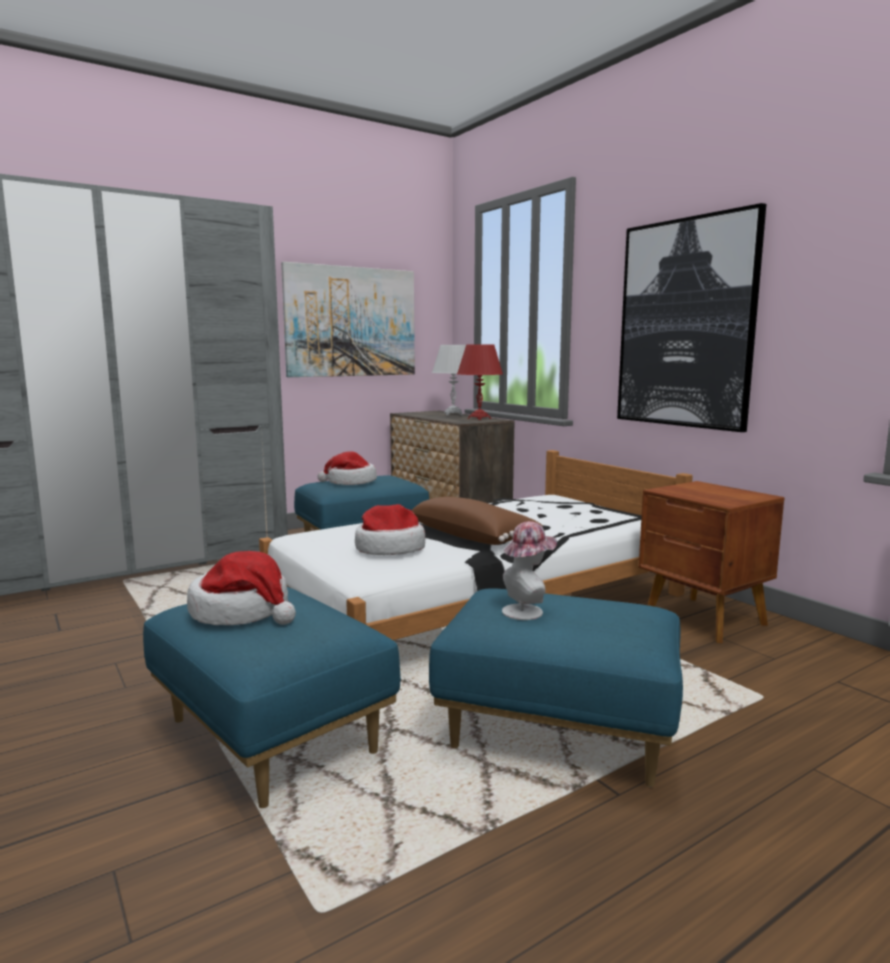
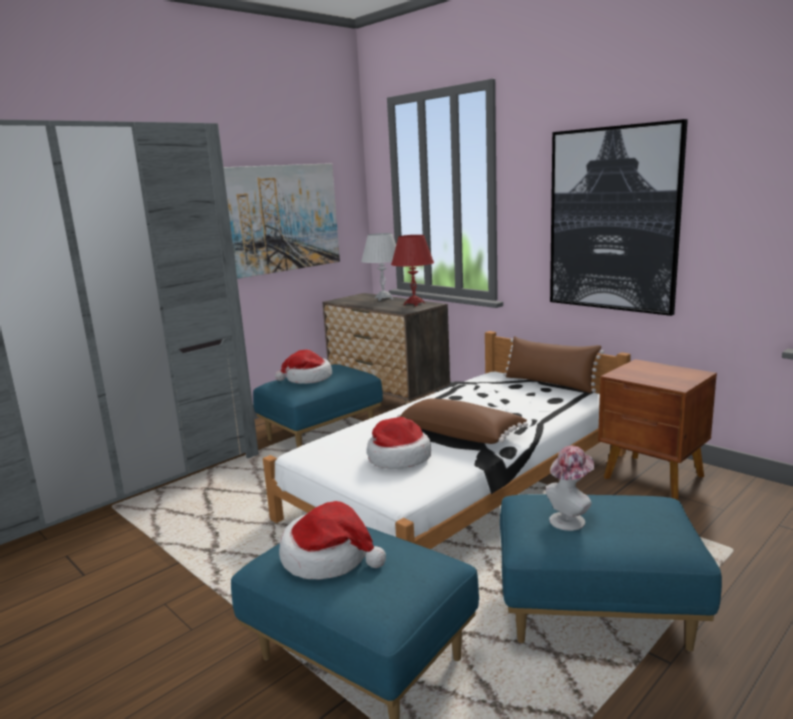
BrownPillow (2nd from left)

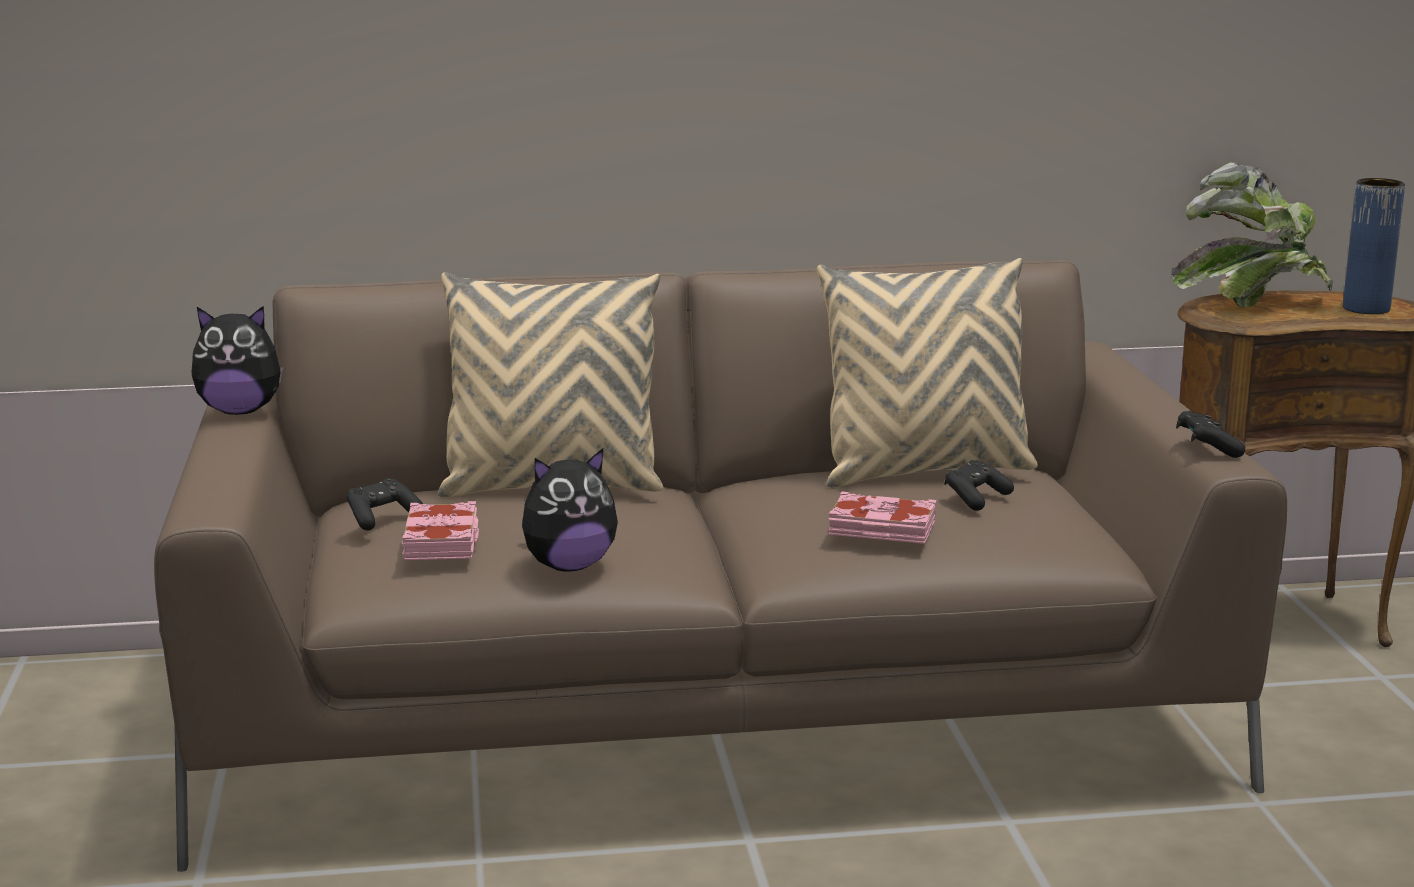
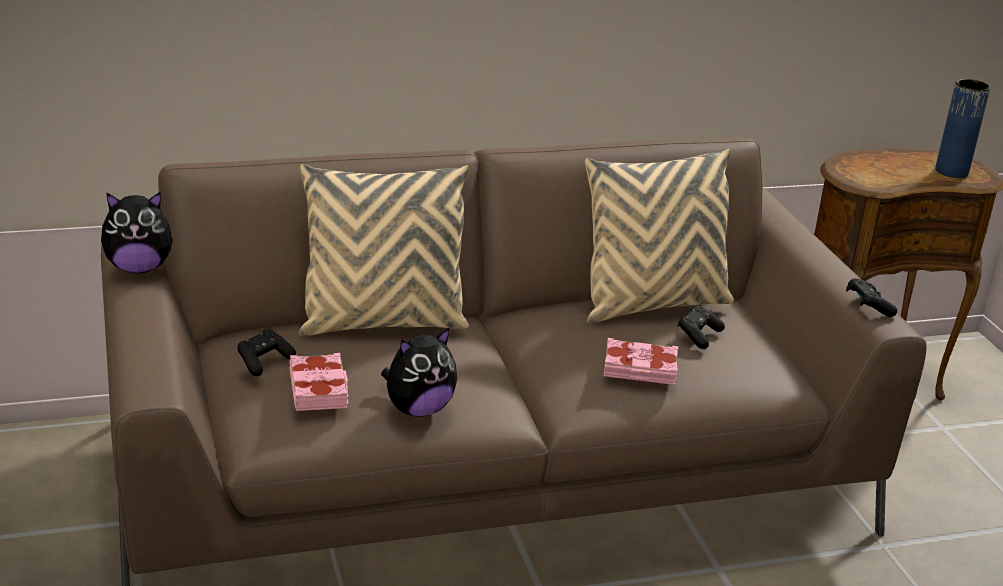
PottedPlant

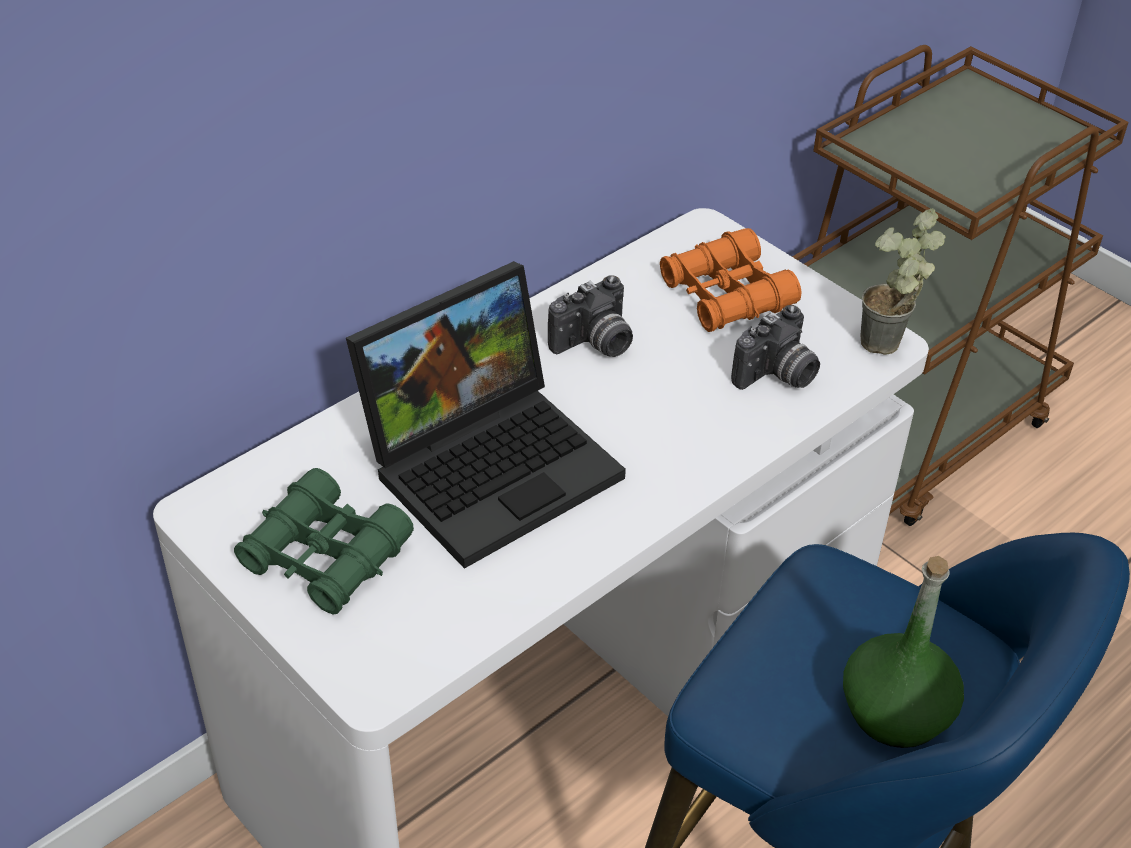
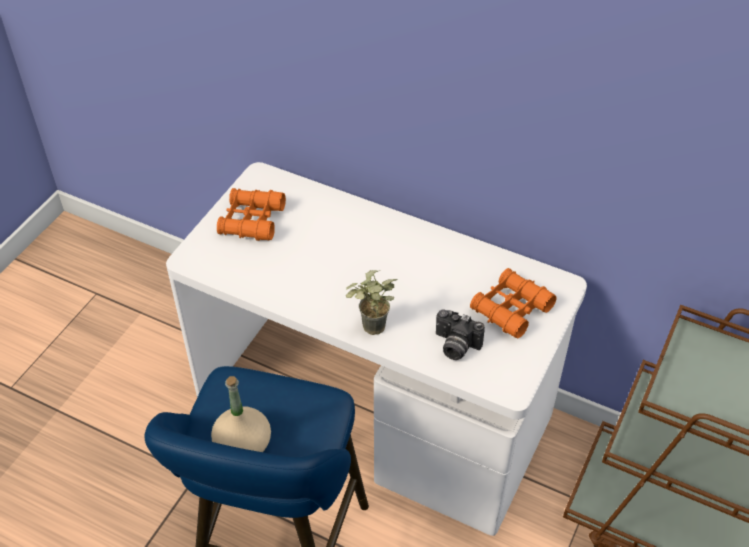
PottedPlant
Laptop
PhotoCamera (1st from left in the first image)
OrangeBinoculars (1st from left)
BeigeBottle

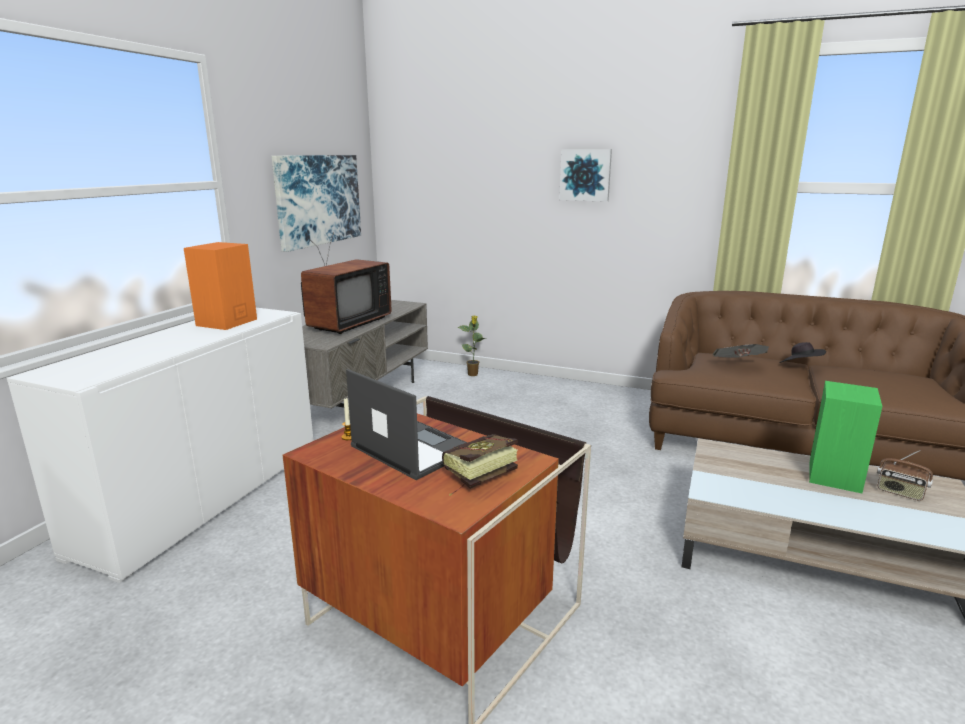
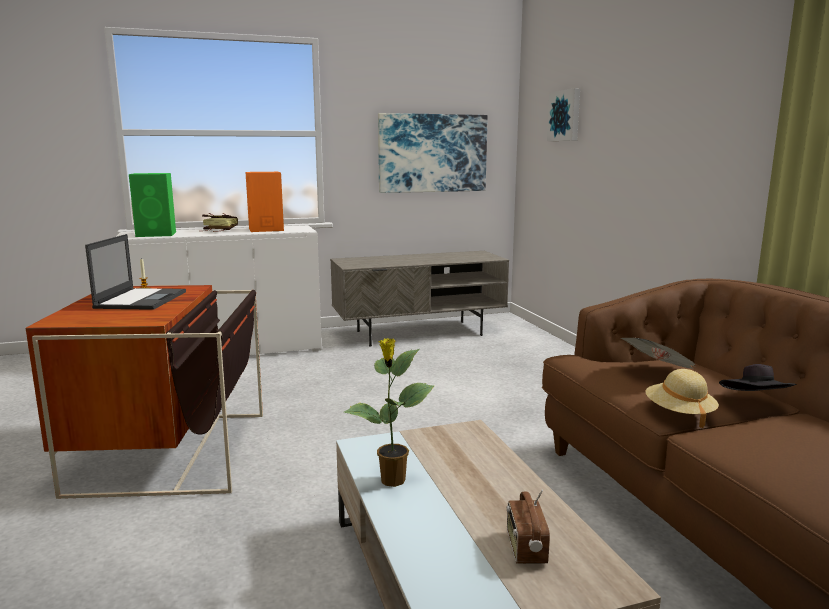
Picture (2nd from left)
Television
PottedPlant
GreenSpeaker
Book
BeigeHat

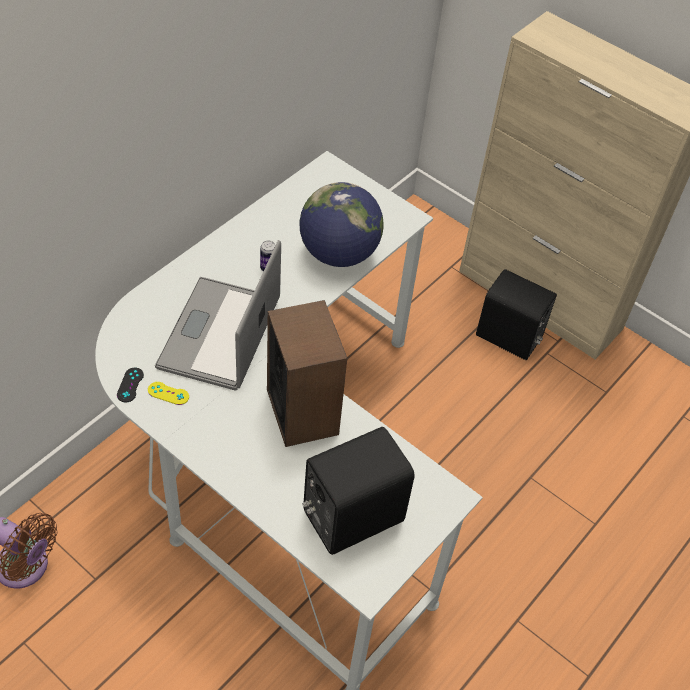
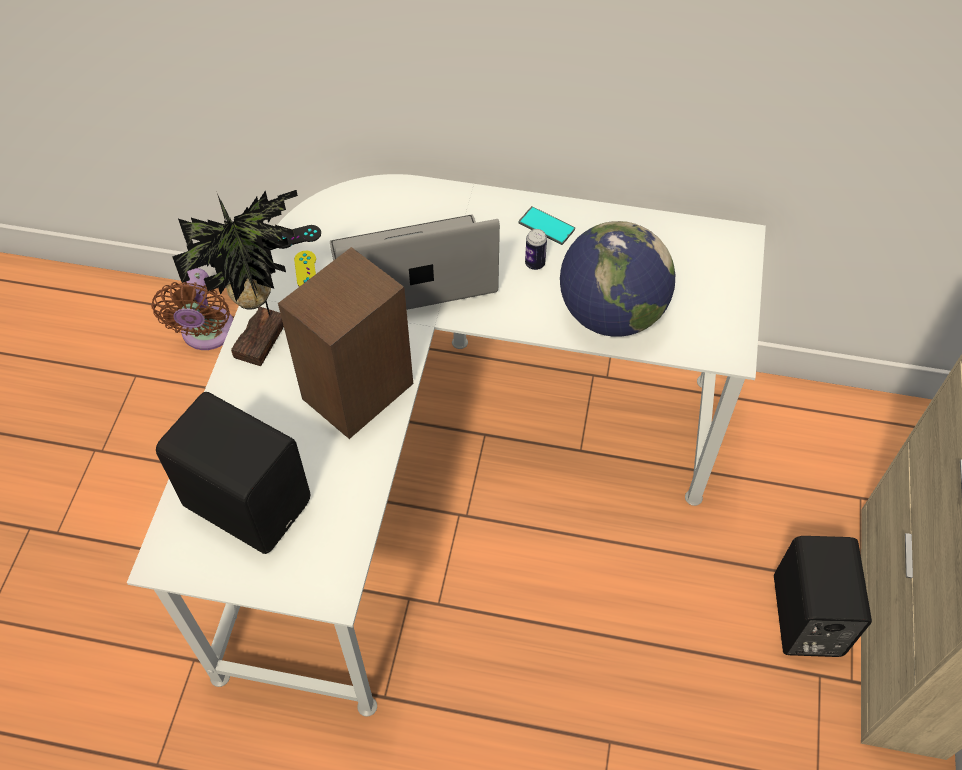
PottedPlant
Phone

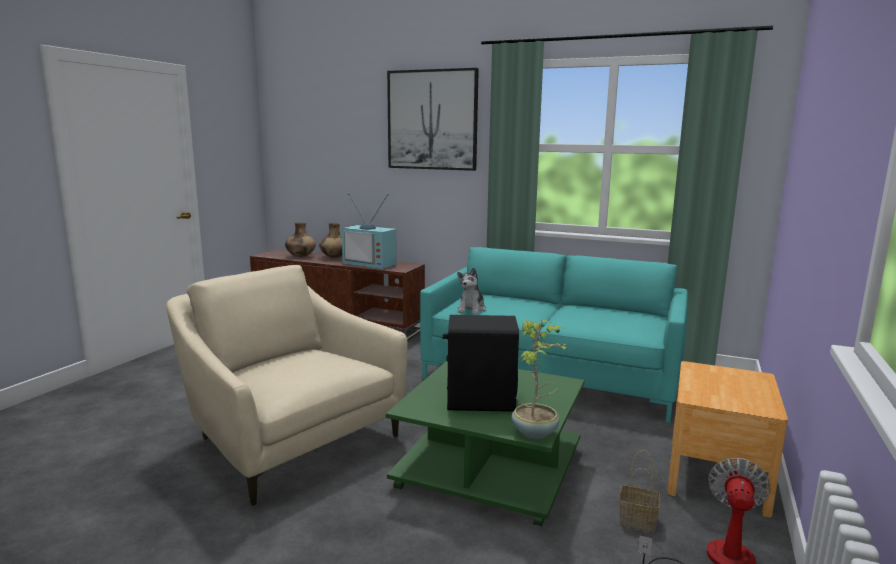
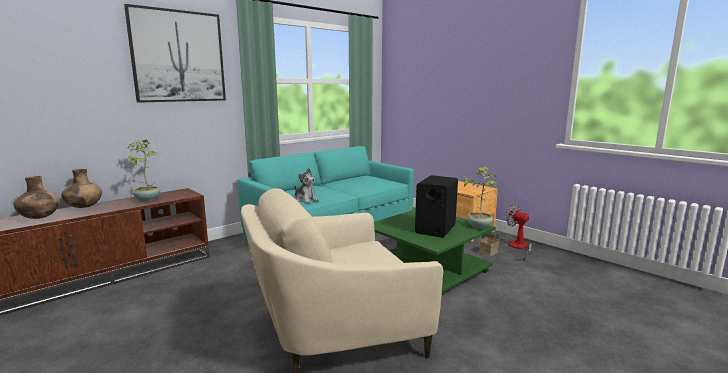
PottedPlant (1st from left)

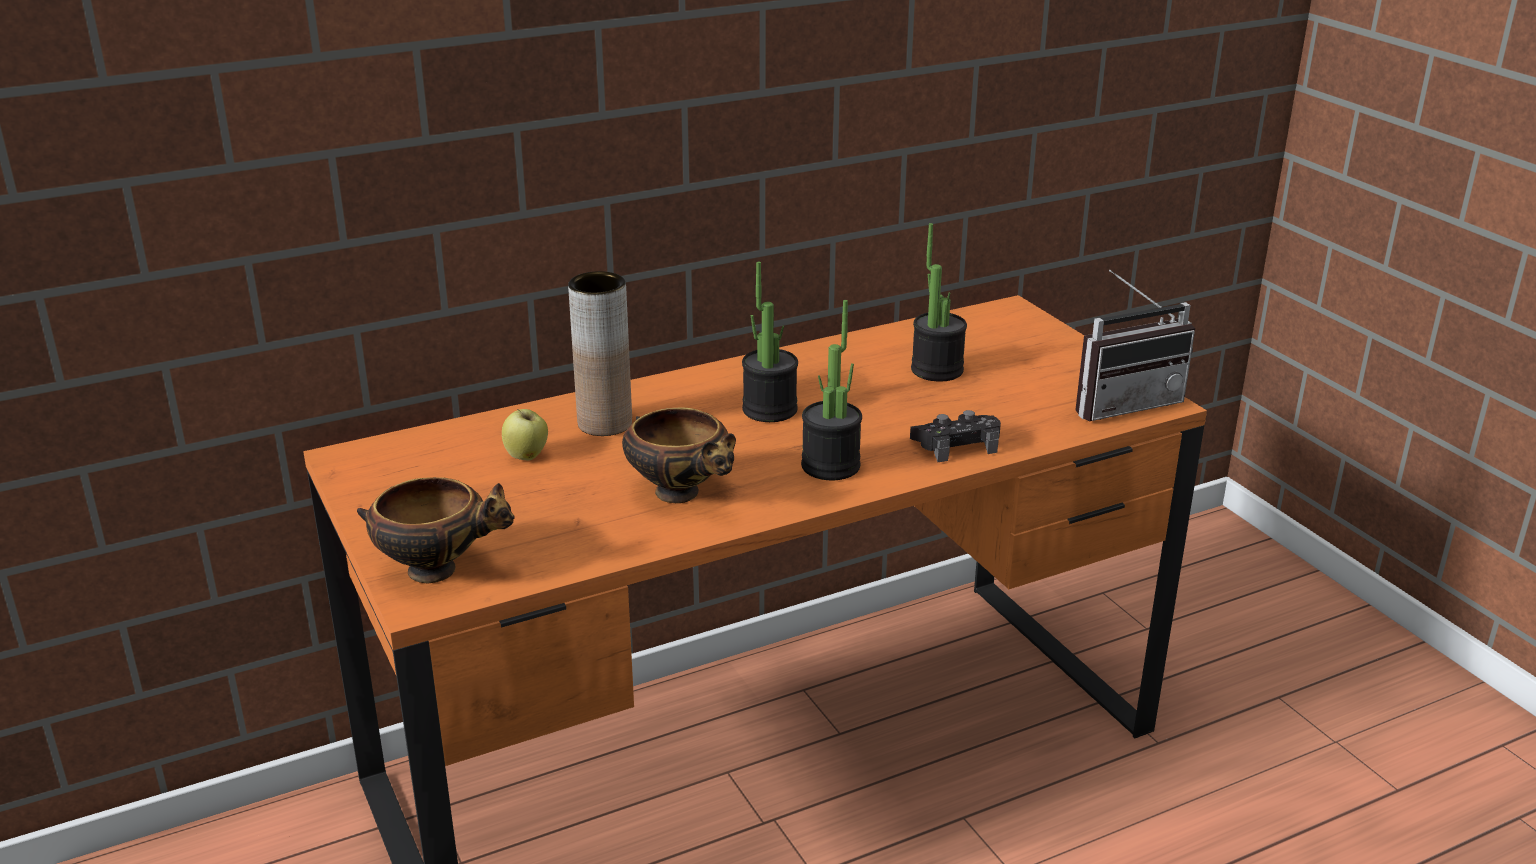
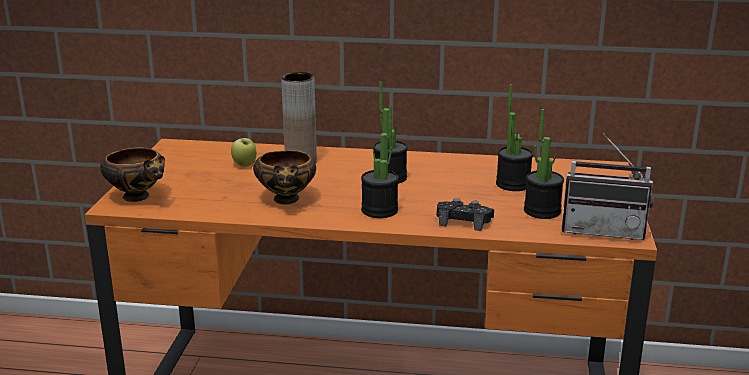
PottedPlant (4th from left)

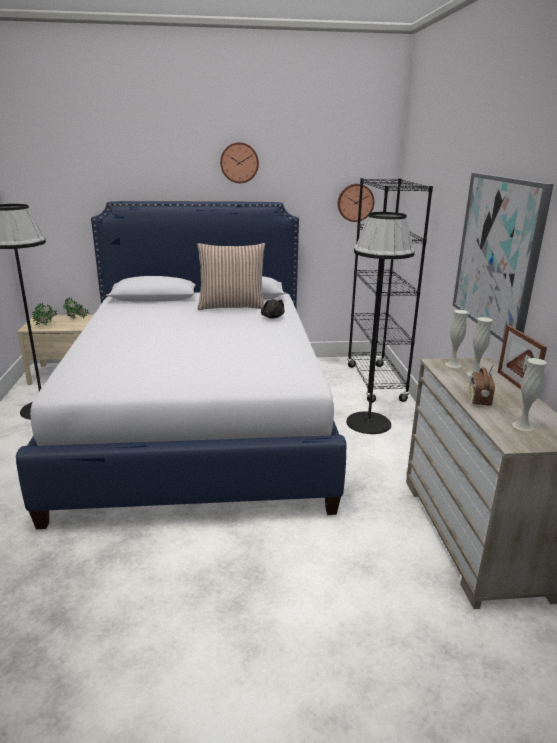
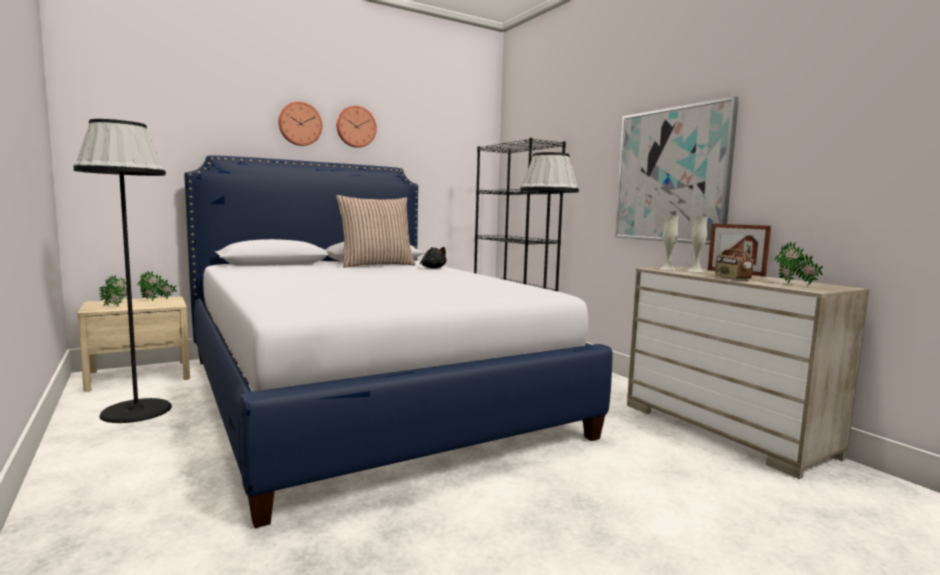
WallClock (1st from left)
PottedPlant (3rd from left)

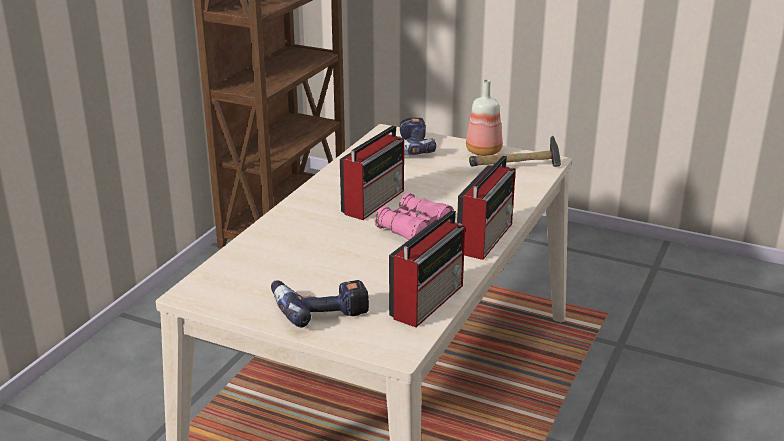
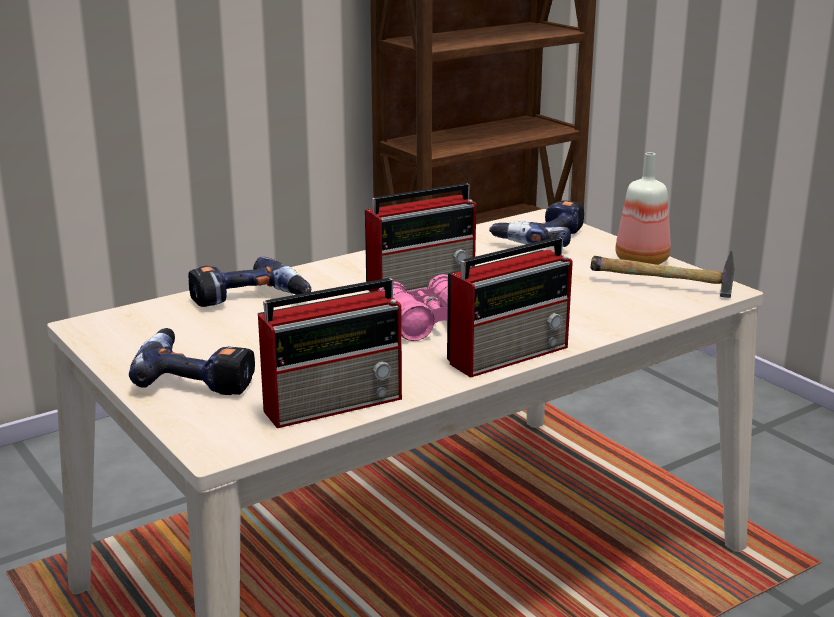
PowerDrill (2nd from left)

